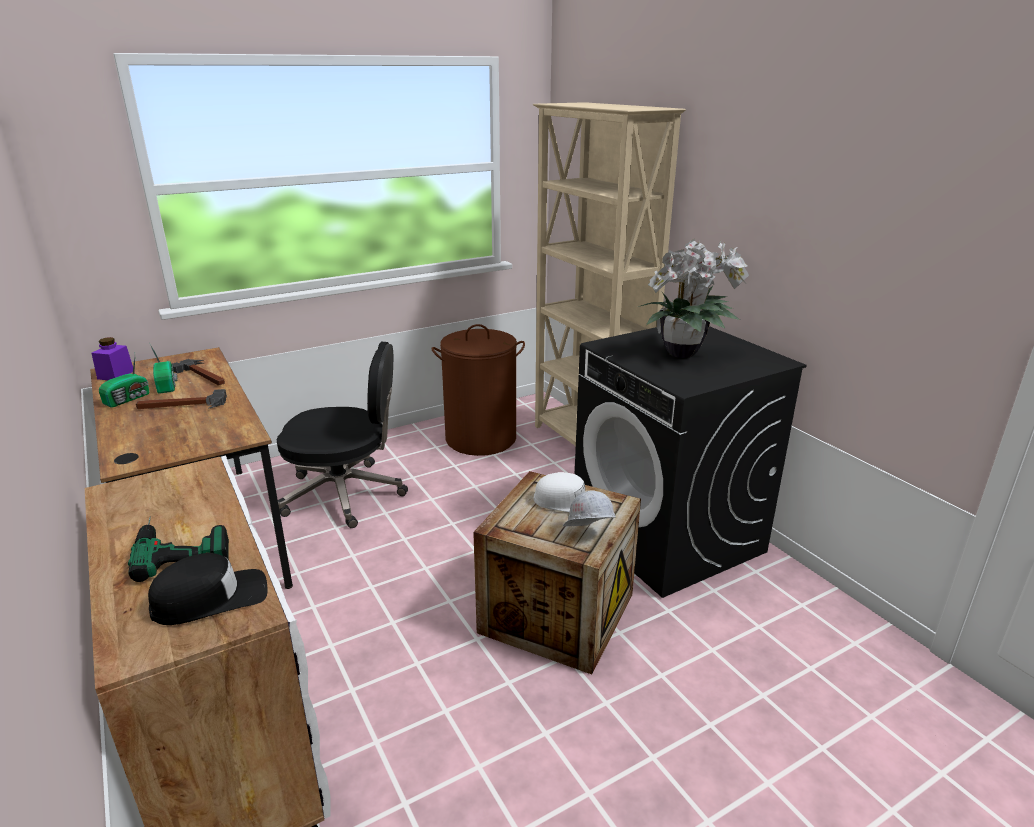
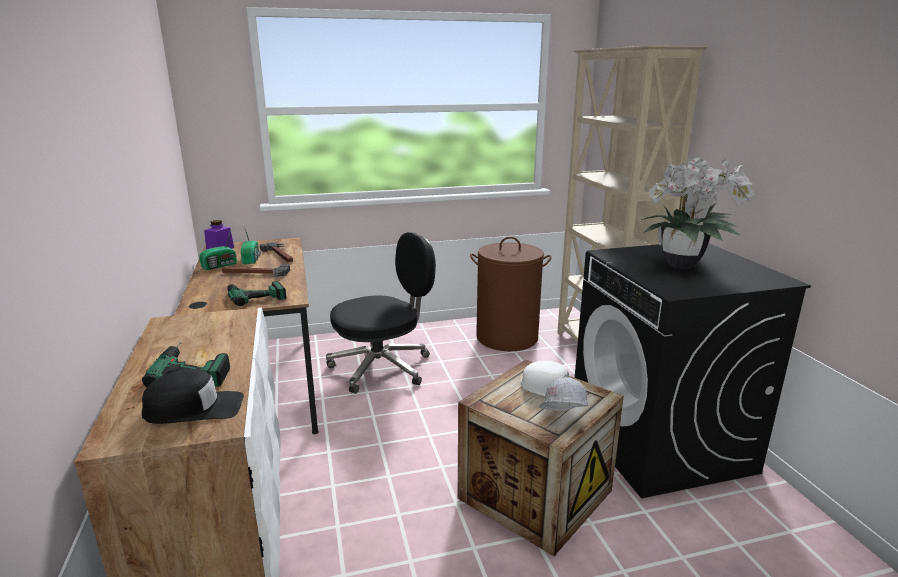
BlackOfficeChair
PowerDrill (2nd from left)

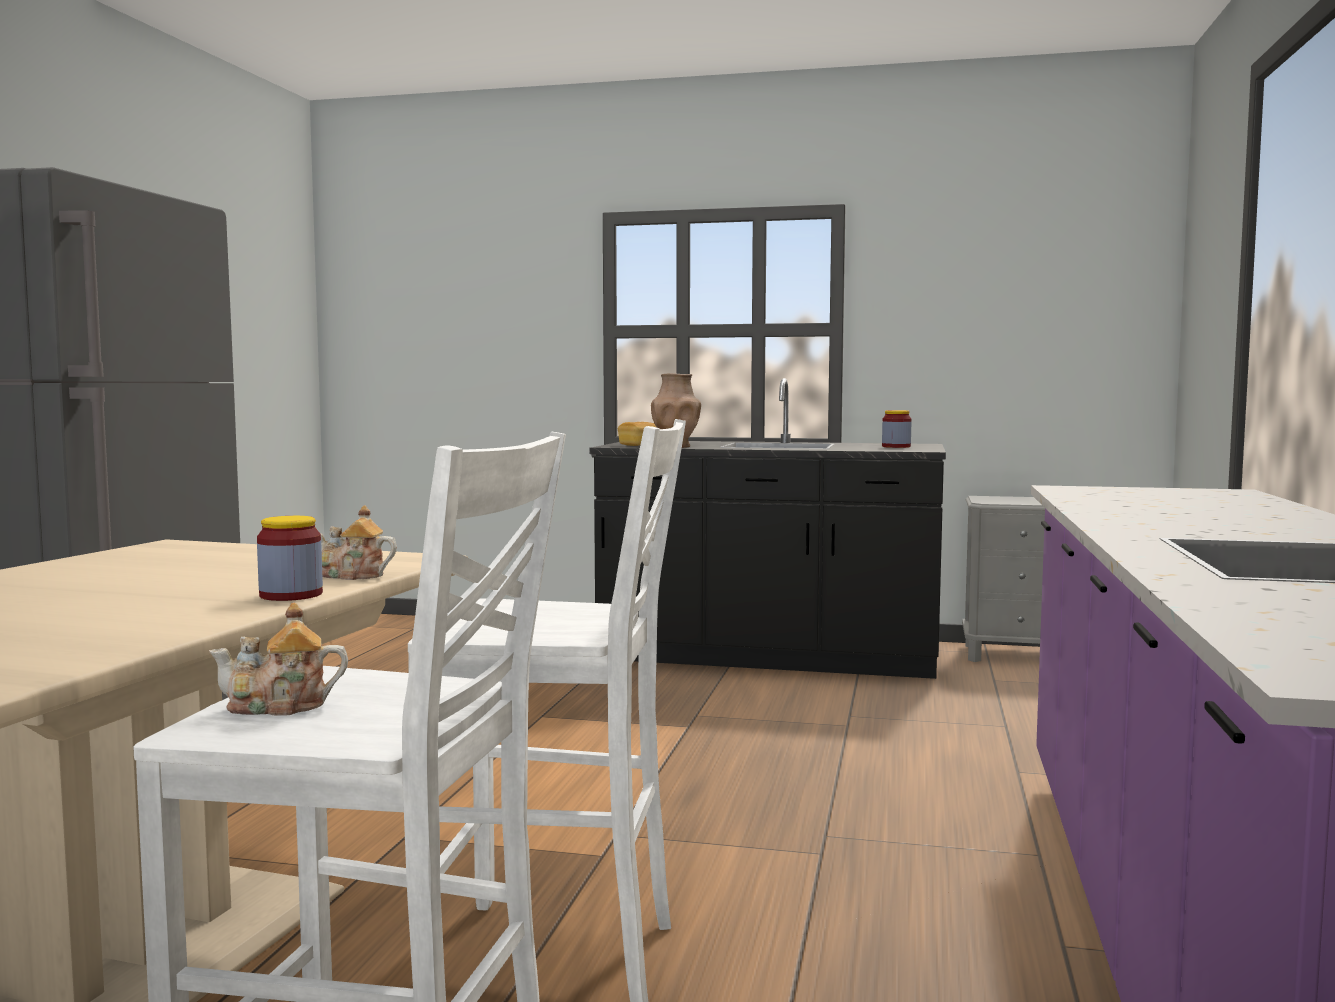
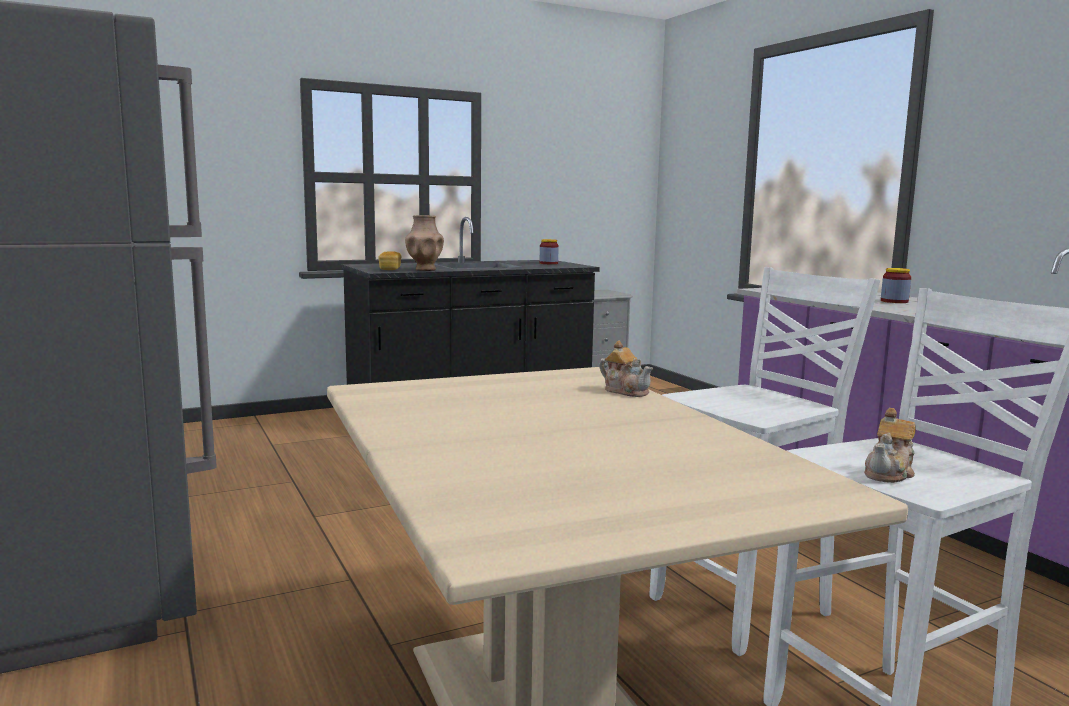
Teapot (1st from left)
Jar (2nd from left)

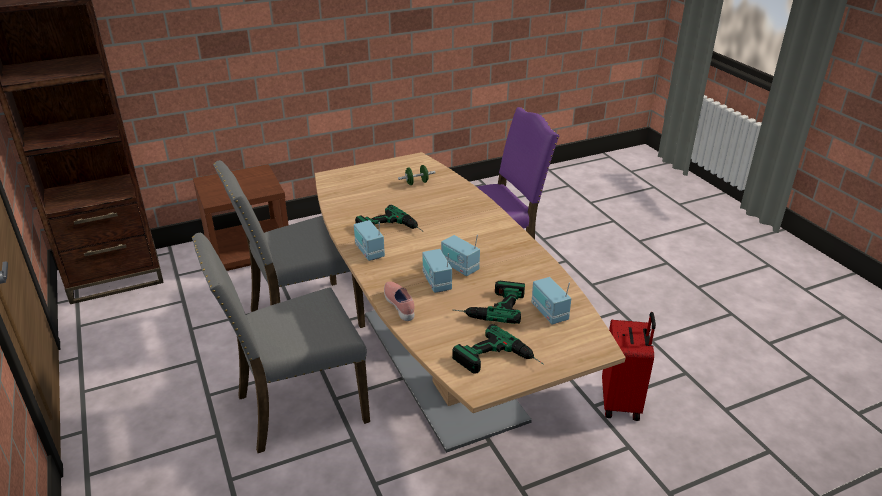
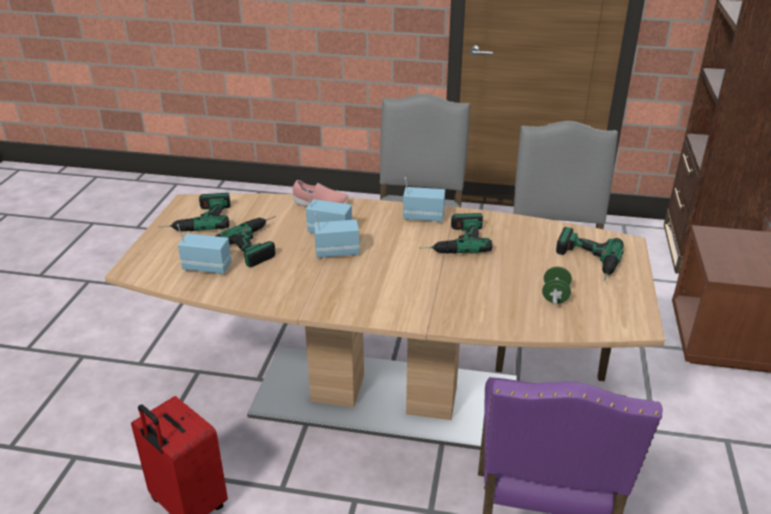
PowerDrill (4th from left)

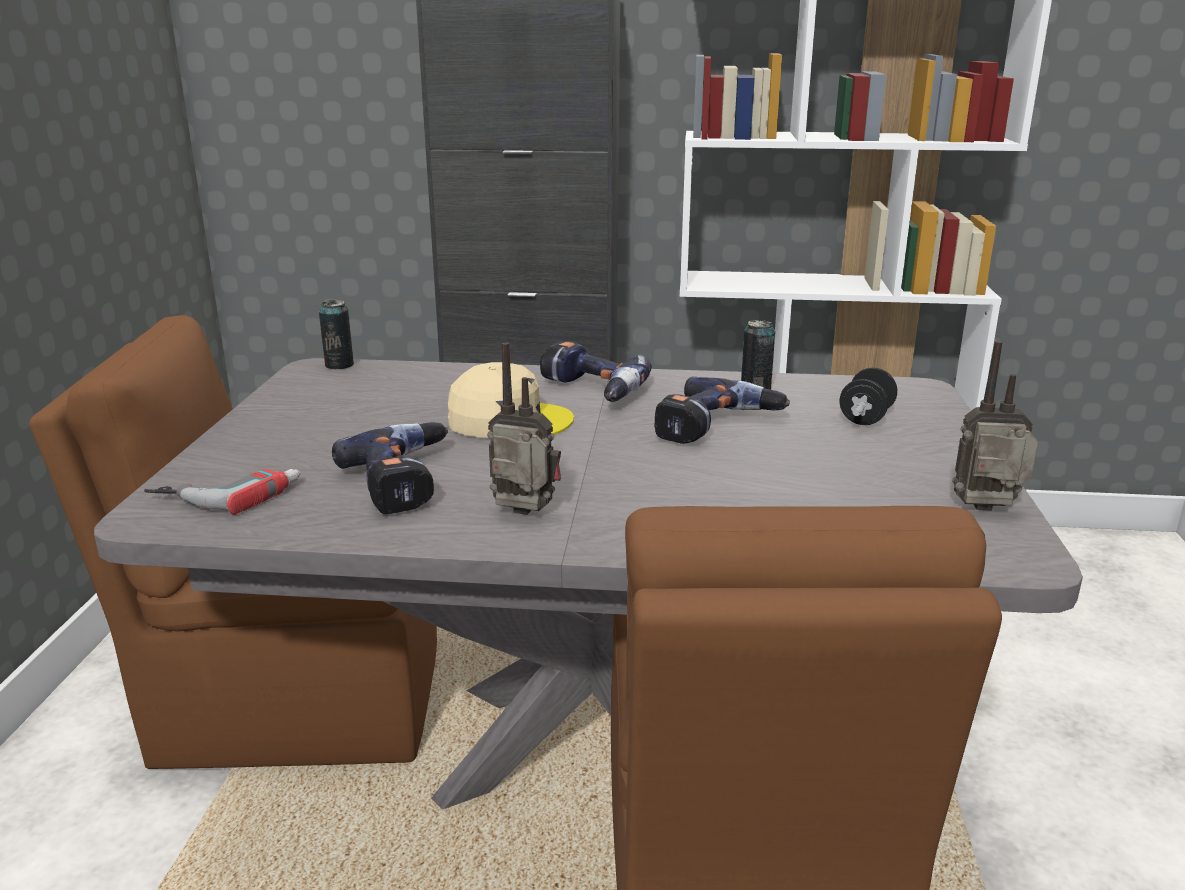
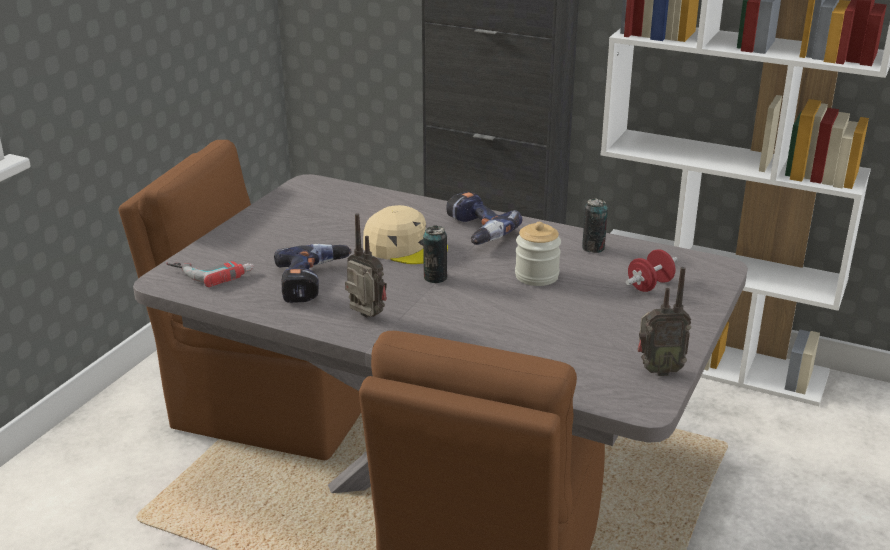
Can (1st from left)
Radio (2nd from left)
RedDumbbell
Jar

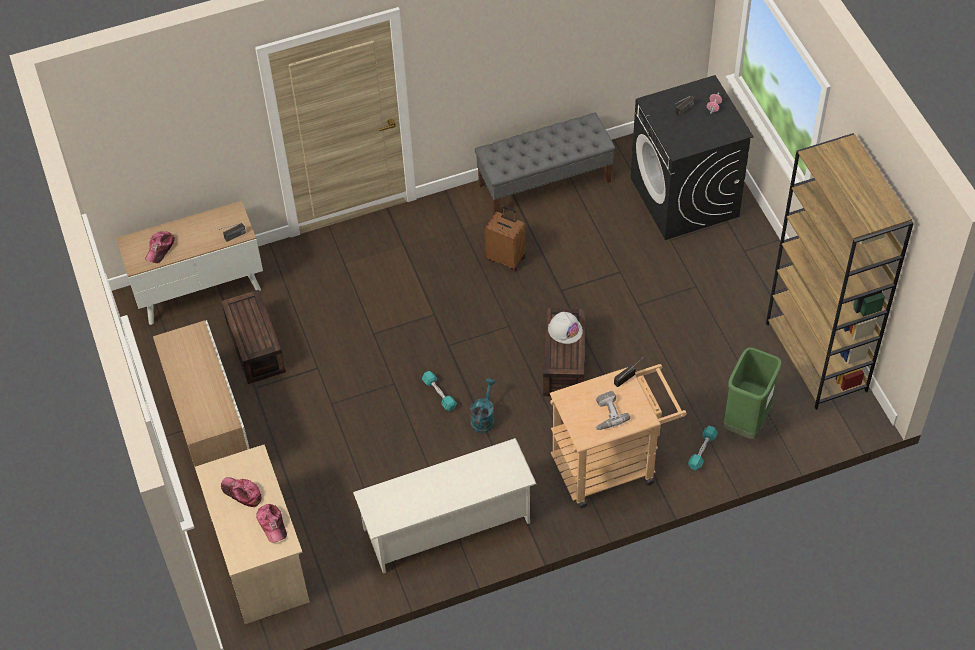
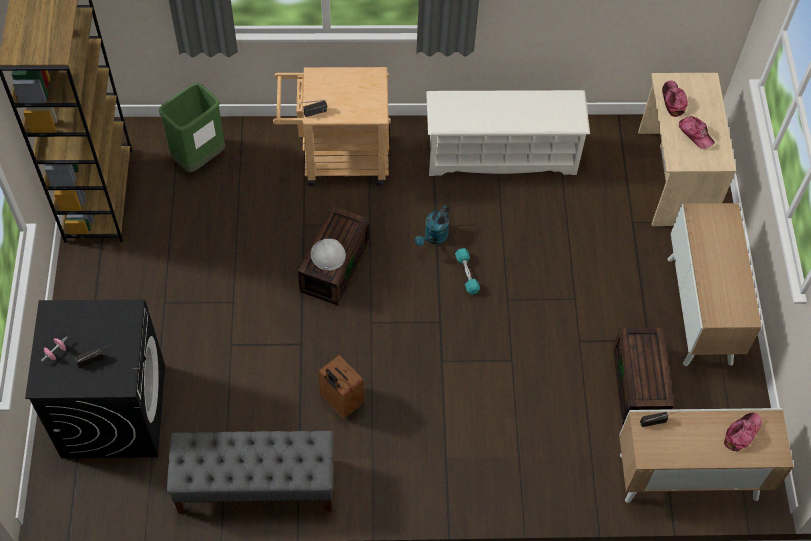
PowerDrill
TurquoiseDumbbell (2nd from left in the first image)

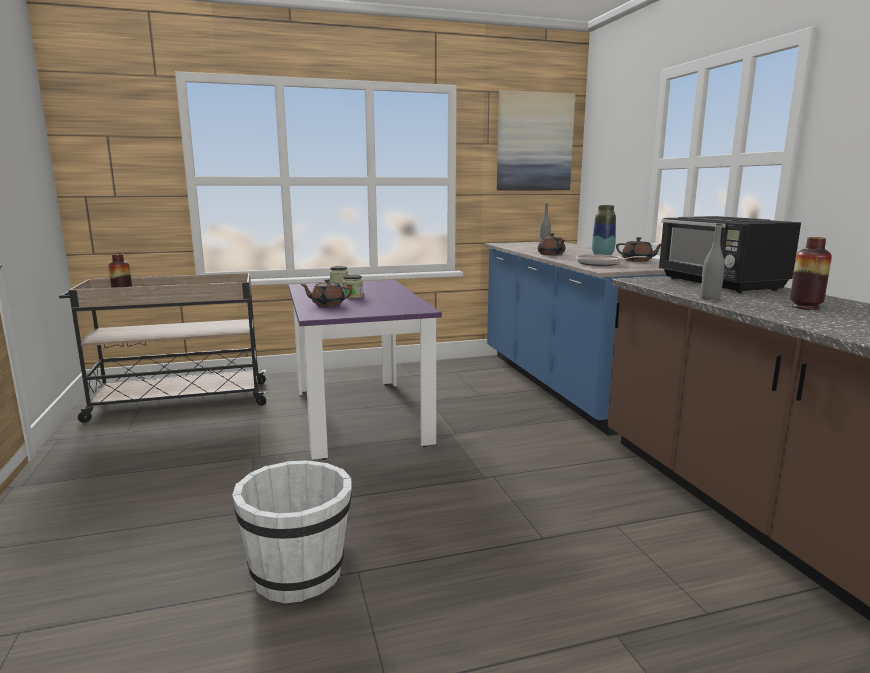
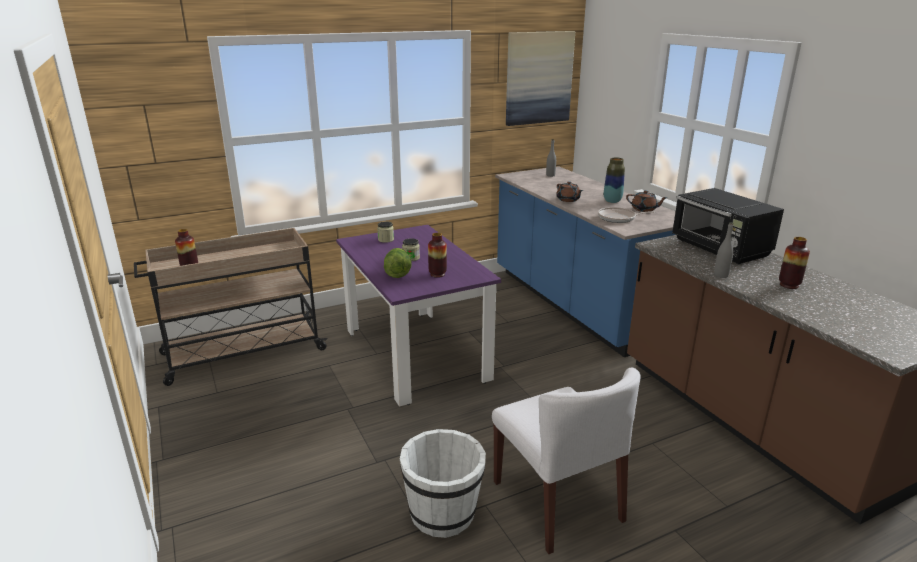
Lettuce
Vase (2nd from left)
WhiteChair

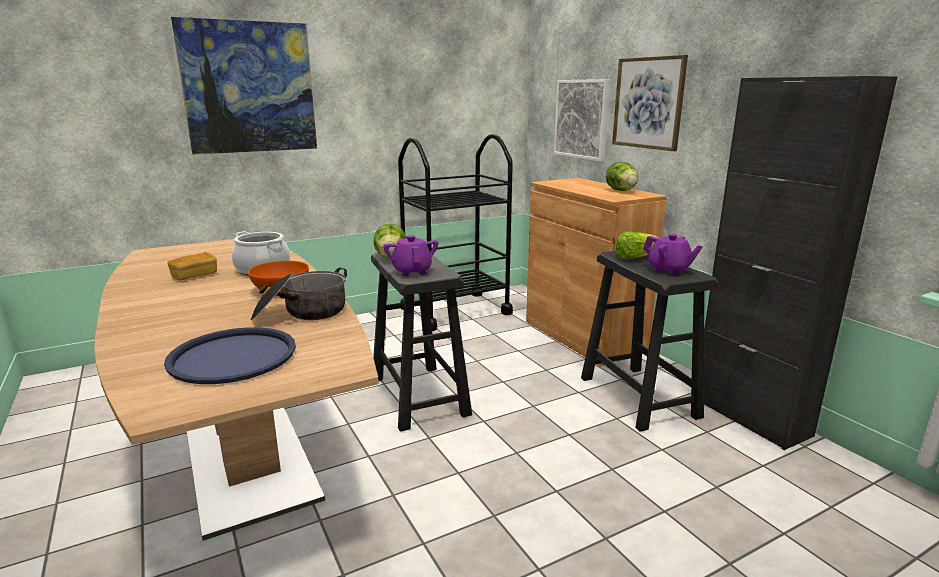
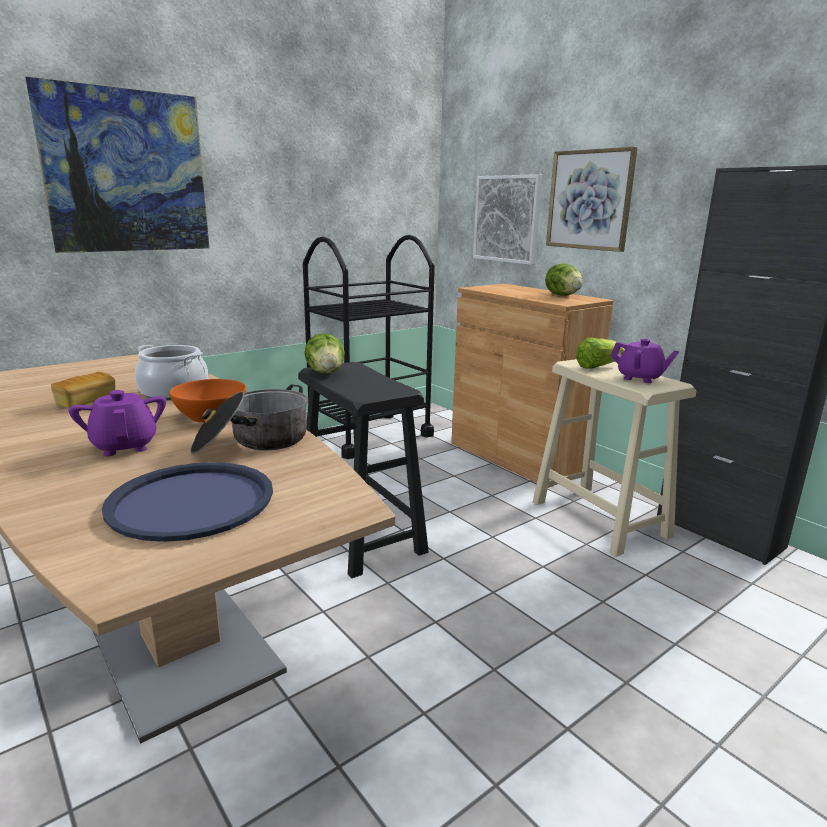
PurpleTeapot (1st from left)
BeigeStool

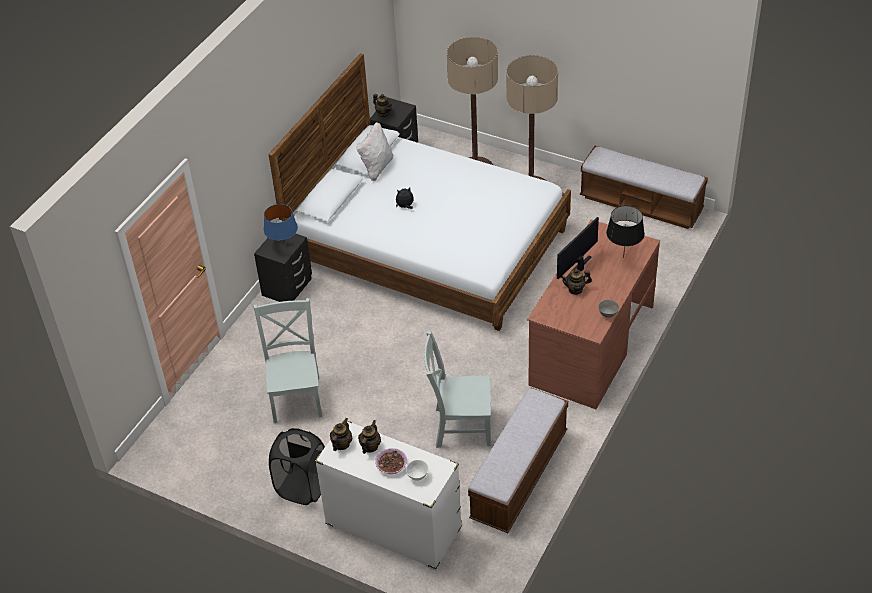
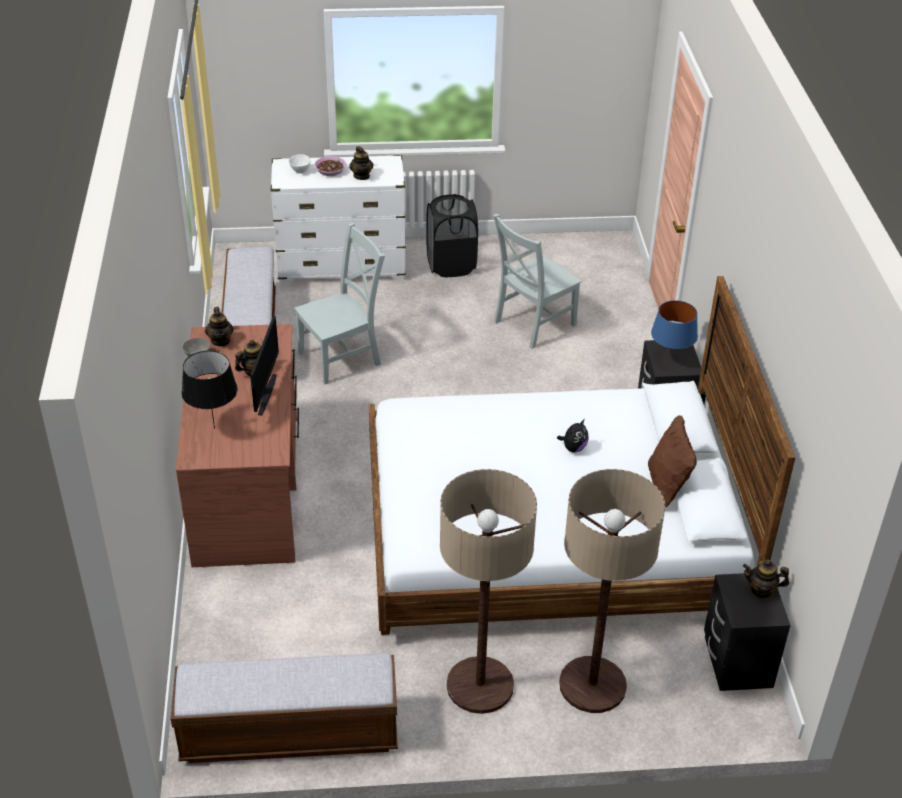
BrownPillow
GreyChair (2nd from left)
Teapot (1st from left)

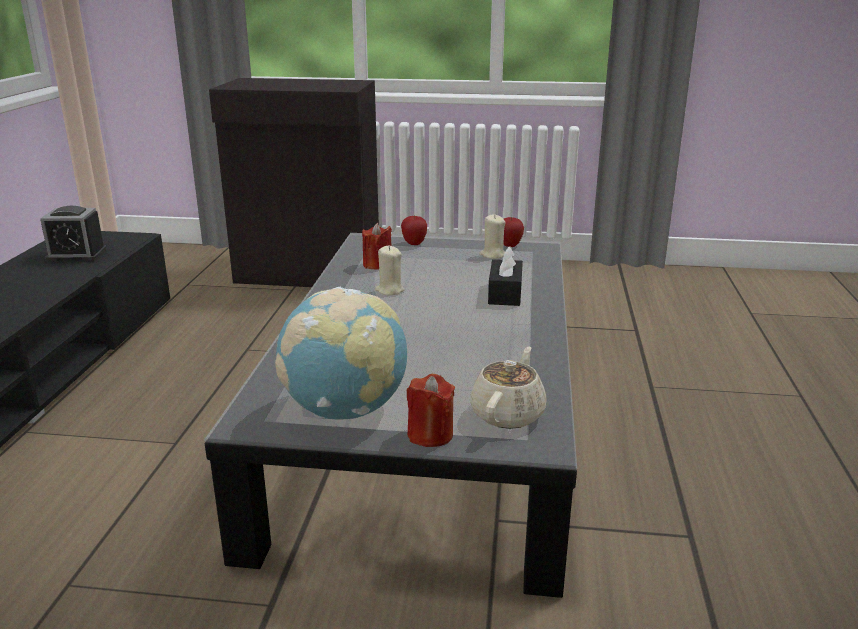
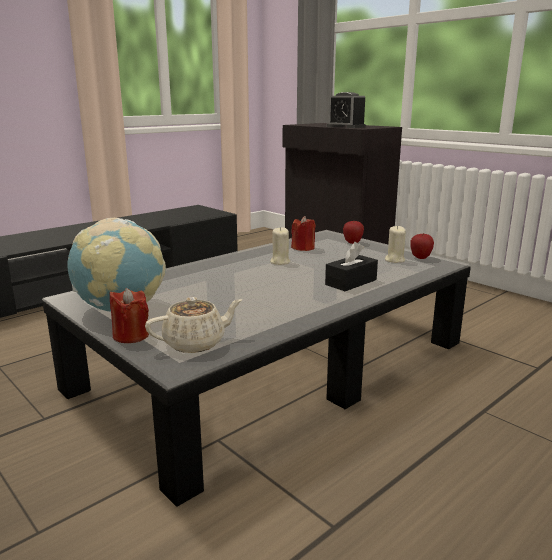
AlarmClock

